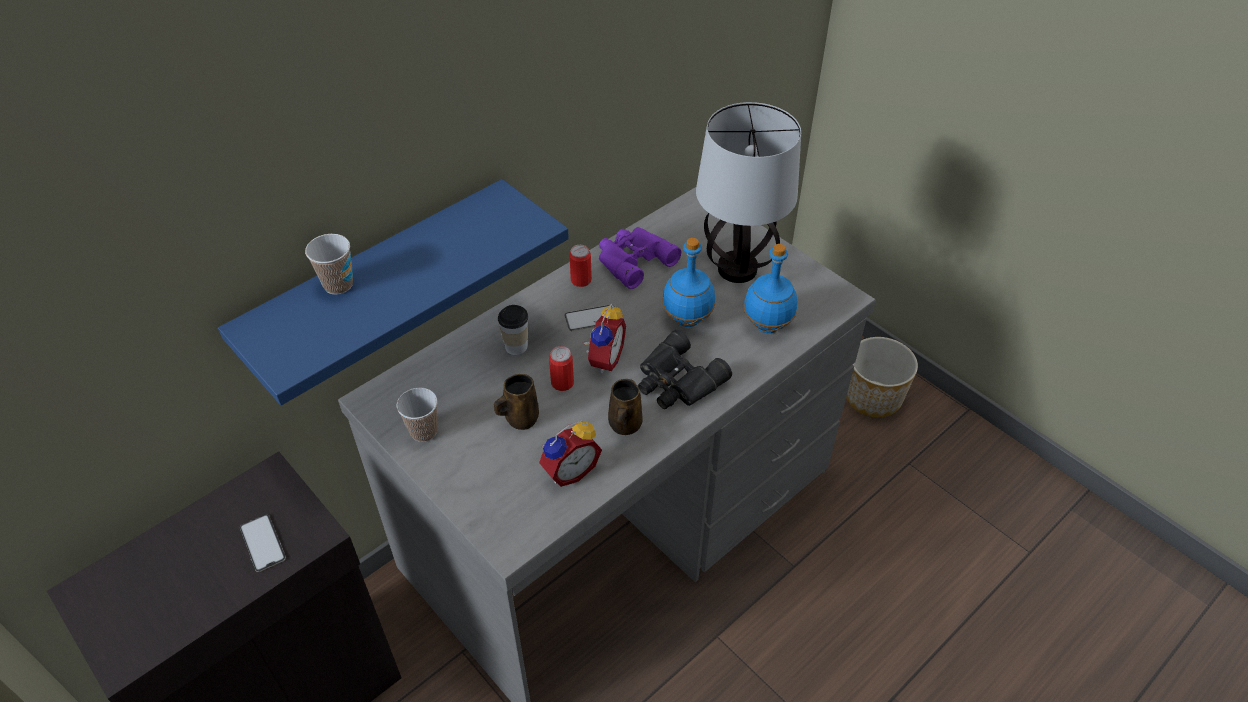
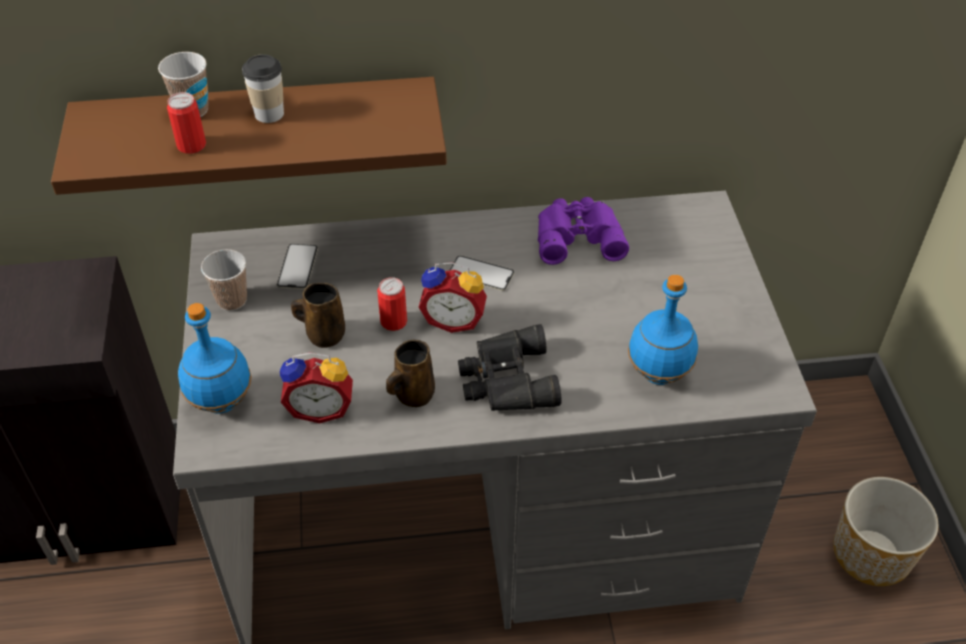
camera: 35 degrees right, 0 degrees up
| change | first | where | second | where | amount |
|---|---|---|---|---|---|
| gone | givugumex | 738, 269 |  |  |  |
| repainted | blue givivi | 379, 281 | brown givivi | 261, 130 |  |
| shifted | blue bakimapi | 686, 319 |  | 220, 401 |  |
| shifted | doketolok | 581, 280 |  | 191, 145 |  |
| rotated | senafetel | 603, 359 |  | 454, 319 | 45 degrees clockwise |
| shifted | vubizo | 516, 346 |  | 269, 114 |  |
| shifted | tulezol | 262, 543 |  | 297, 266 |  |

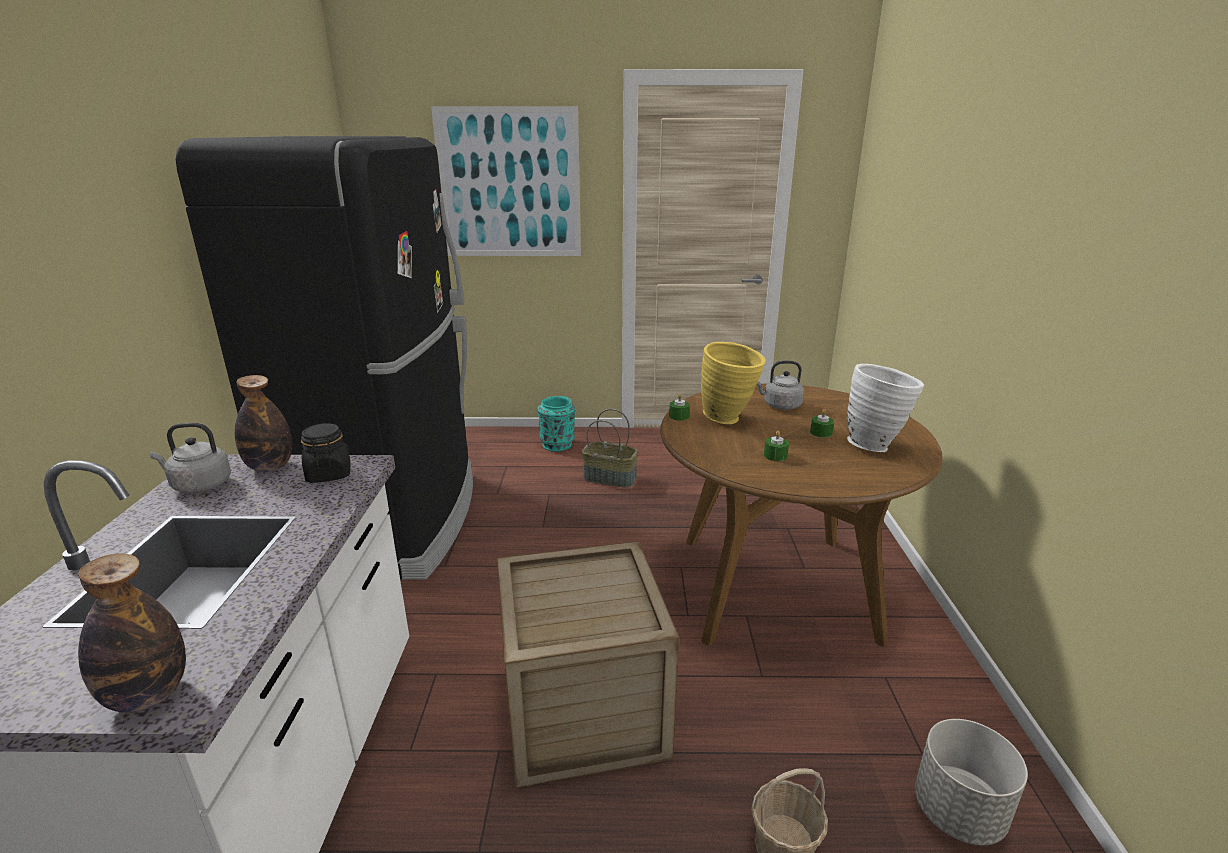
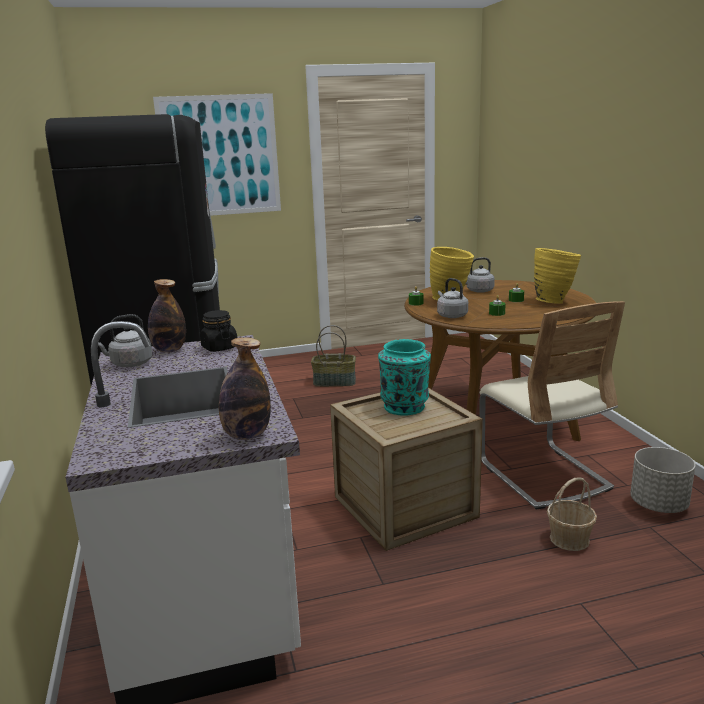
camera: 15 degrees left, 5 degrees down
| change | first | where | second | where | amount |
|---|---|---|---|---|---|
| repainted | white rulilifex | 875, 445 | yellow rulilifex | 554, 302 |  |
| shifted | turquoise rulilifex | 557, 444 |  | 404, 406 |  |
| new |  |  | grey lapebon | 451, 315 |  |
| new |  |  | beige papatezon | 542, 475 |  |

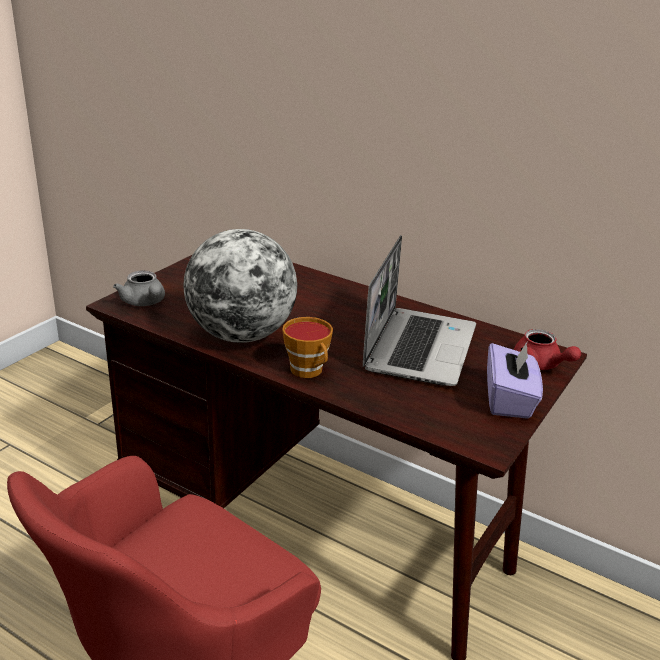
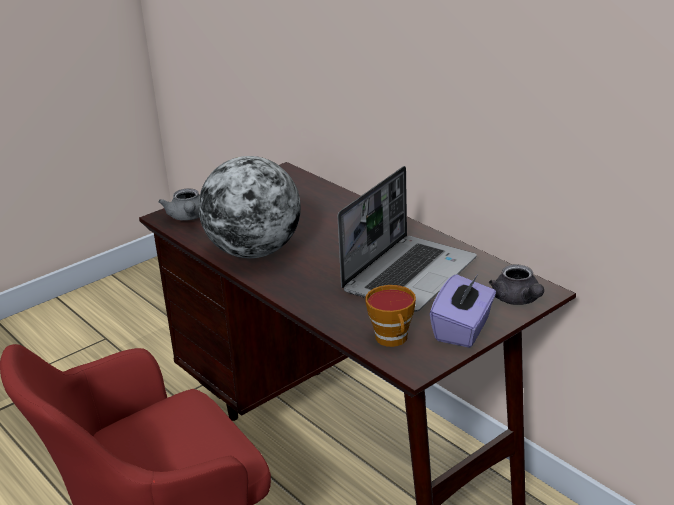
camera: 20 degrees right, 0 degrees up
| change | first | where | second | where | amount |
|---|---|---|---|---|---|
| shifted | vubizo | 309, 371 |  | 393, 339 |  |
| repainted | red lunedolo | 540, 365 | grey lunedolo | 518, 300 |  |

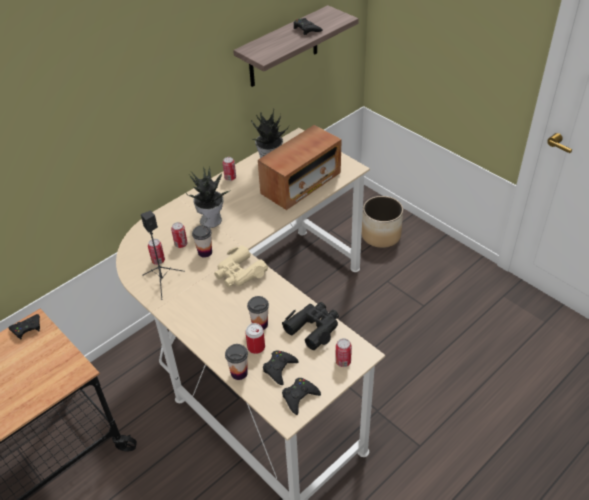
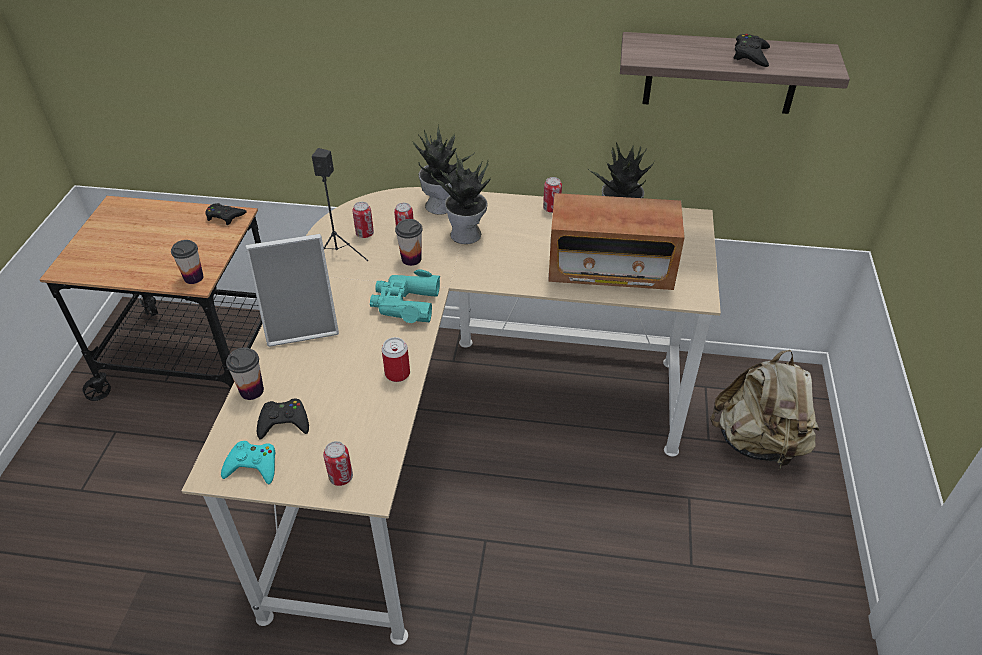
camera: 50 degrees right, 0 degrees up
| change | first | where | second | where | amount |
|---|---|---|---|---|---|
| swapped | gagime | 381, 235 | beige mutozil | 758, 442 |  |
| repainted | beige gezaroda | 239, 273 | turquoise gezaroda | 405, 303 |  |
| shifted | vubizo | 260, 324 |  | 193, 277 |  |
| gone | black gezaroda | 313, 327 |  |  |  |
| shifted | doketolok | 256, 347 |  | 397, 373 |  |
| repainted | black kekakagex | 299, 397 | turquoise kekakagex | 253, 466 |  |
| new |  |  | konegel | 441, 205 |  |
| new |  |  | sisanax | 302, 324 |  |

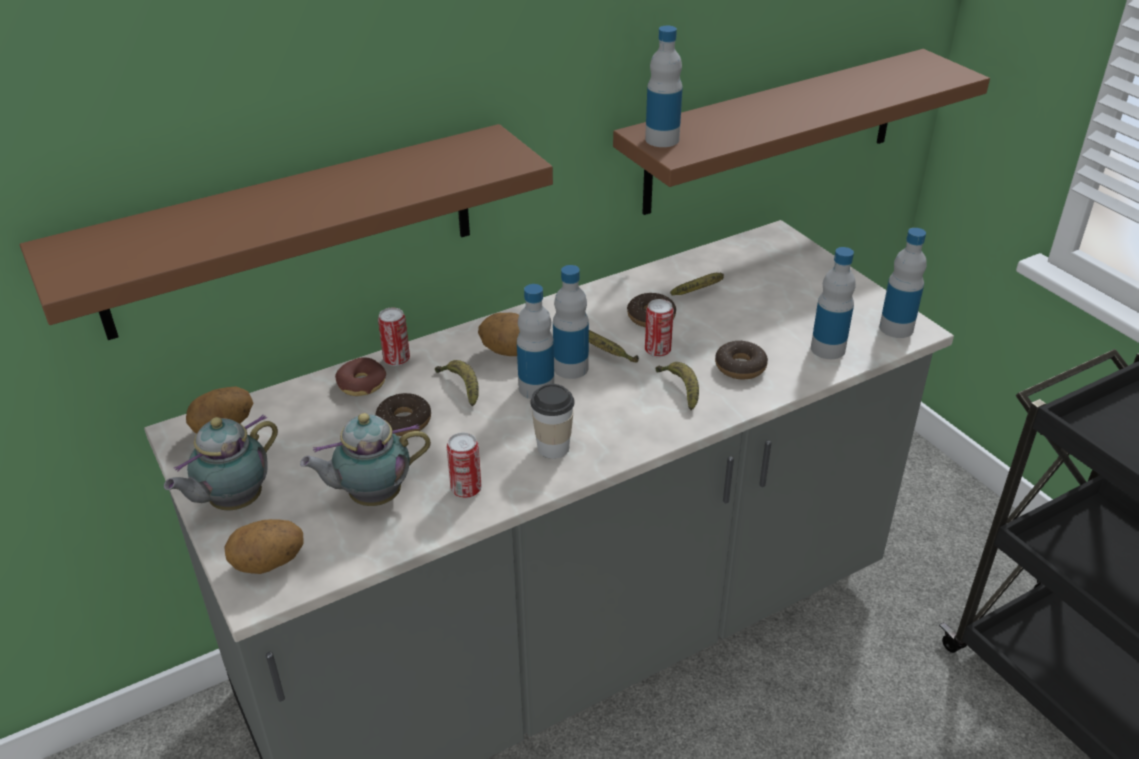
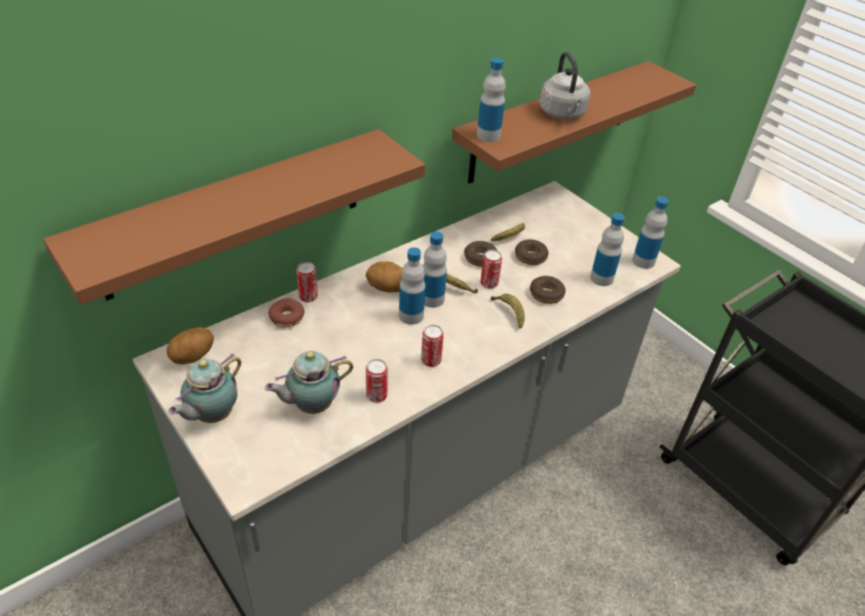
camera: 10 degrees left, 5 degrees up
| change | first | where | second | where | amount |
|---|---|---|---|---|---|
| gone | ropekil | 461, 387 |  |  |  |
| swapped | vubizo | 553, 447 | doketolok | 431, 361 |  |
| shifted | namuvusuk | 404, 421 |  | 530, 256 |  |
| gone | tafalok | 268, 565 |  |  |  |
| new |  |  | grey lapebon | 563, 114 |  |

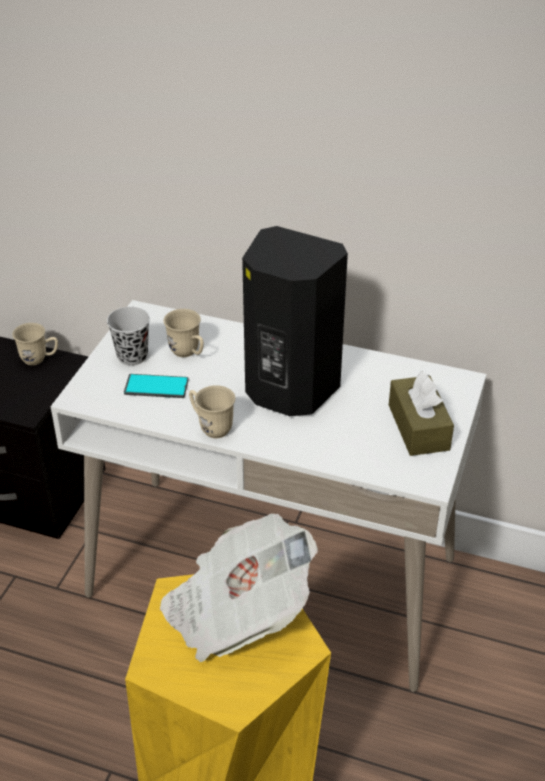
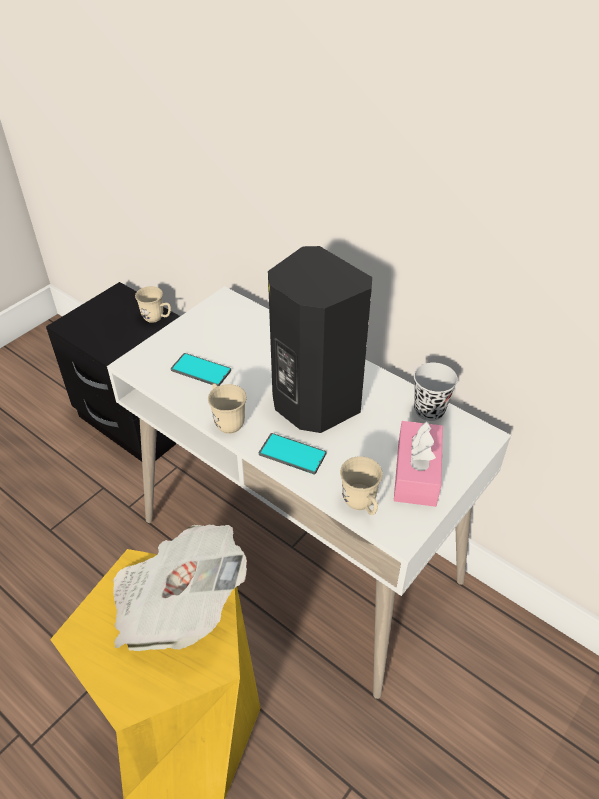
camera: 20 degrees right, 5 degrees up
| change | first | where | second | where | amount |
|---|---|---|---|---|---|
| shifted | black vubizo | 132, 356 |  | 429, 410 |  |
| shifted | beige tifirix | 188, 353 |  | 361, 505 |  |
| repainted | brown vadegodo | 418, 427 | pink vadegodo | 416, 473 |  |
| new |  |  | tulezol | 292, 454 |  |

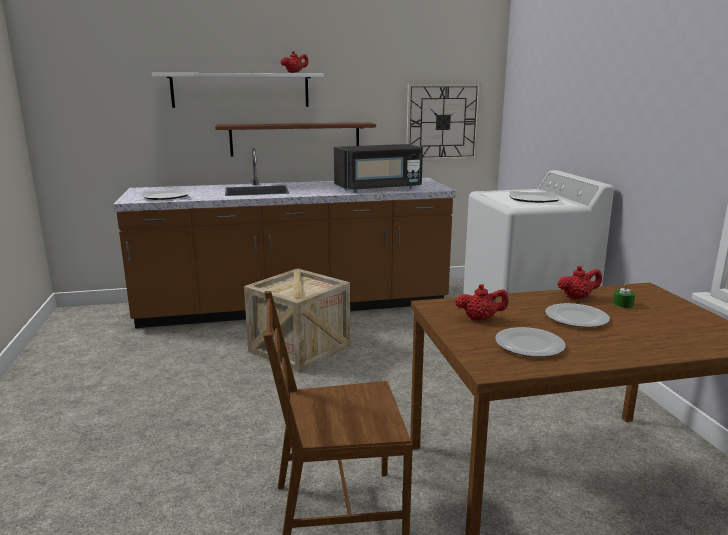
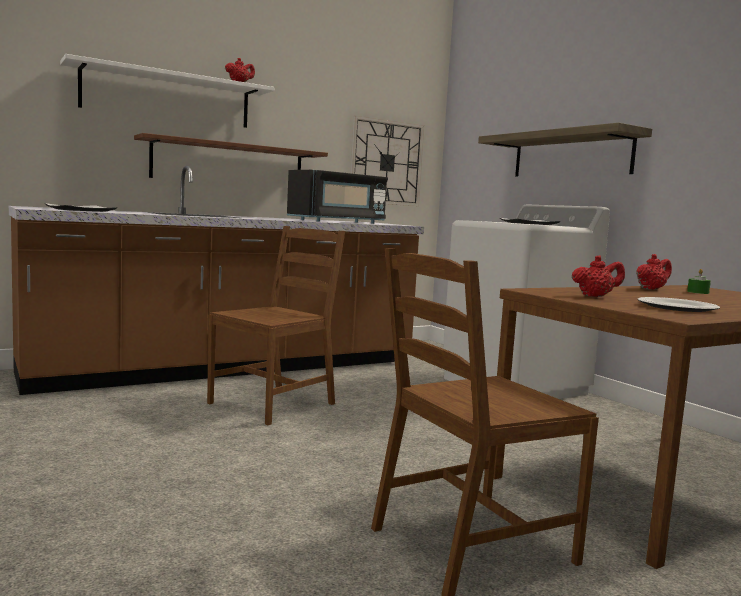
camera: 20 degrees left, 10 degrees down
| change | first | where | second | where | amount |
|---|---|---|---|---|---|
| swapped | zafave | 299, 349 | brown papatezon | 273, 403 |  |
| gone | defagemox | 577, 318 |  |  |  |
| new |  |  | givivi | 570, 155 |  |

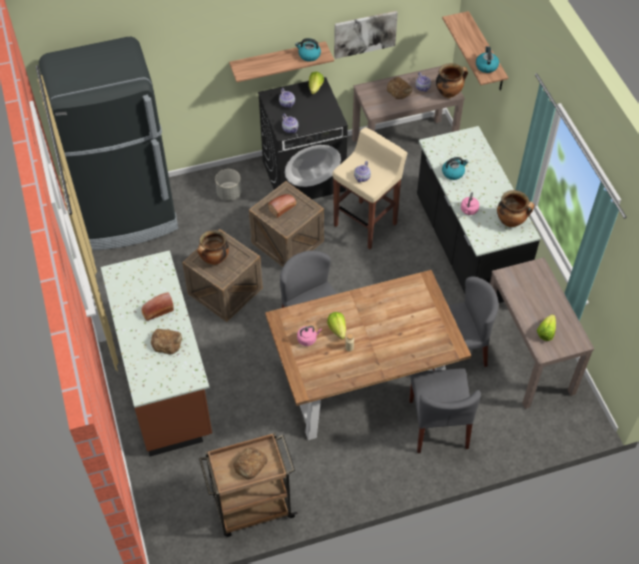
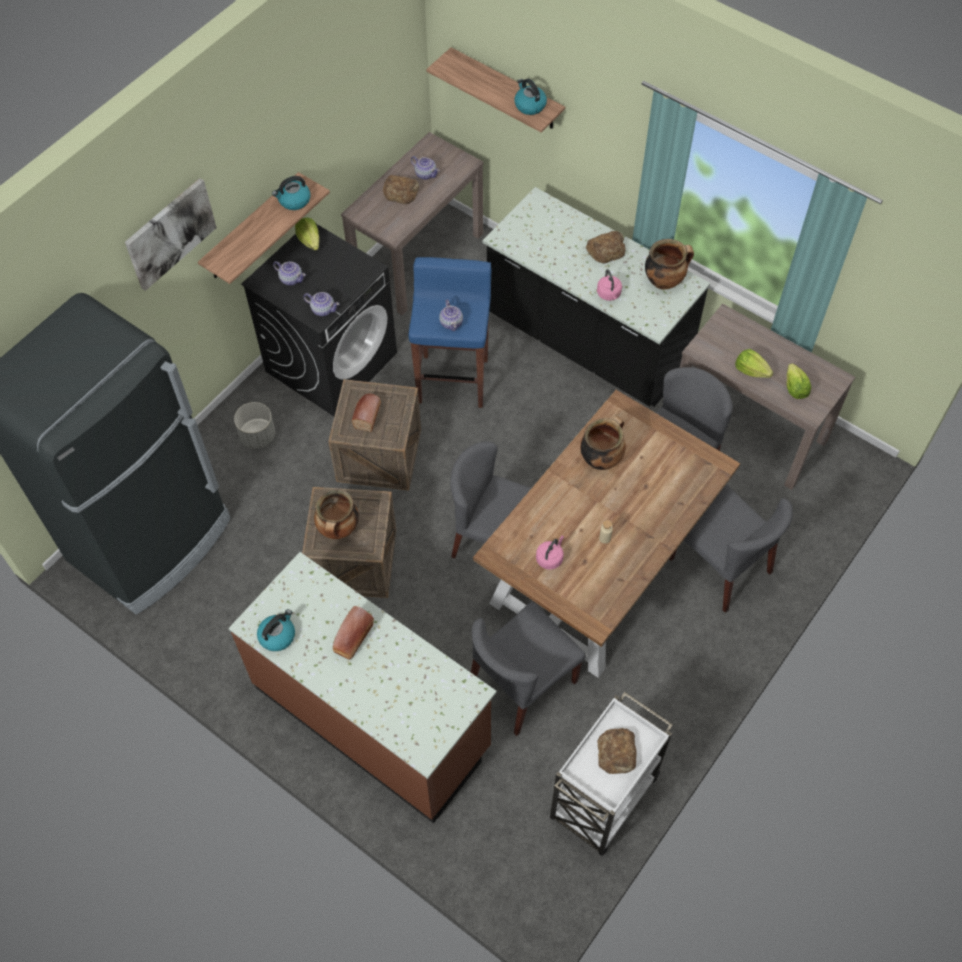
camera: 35 degrees left, 5 degrees up
| change | first | where | second | where | amount |
|---|---|---|---|---|---|
| shifted | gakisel | 365, 33 |  | 170, 233 |  |
| shifted | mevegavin | 449, 92 |  | 601, 458 |  |
| repainted | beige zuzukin | 366, 224 | blue zuzukin | 453, 379 |  |
| shifted | lapebon | 453, 172 |  | 277, 635 |  |
| shifted | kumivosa | 337, 329 |  | 751, 371 |  |
| shifted | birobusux | 167, 342 |  | 606, 249 |  |
| repainted | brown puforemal | 252, 508 | white puforemal | 602, 800 |  |
| new |  |  | grey papatezon | 522, 684 |  |

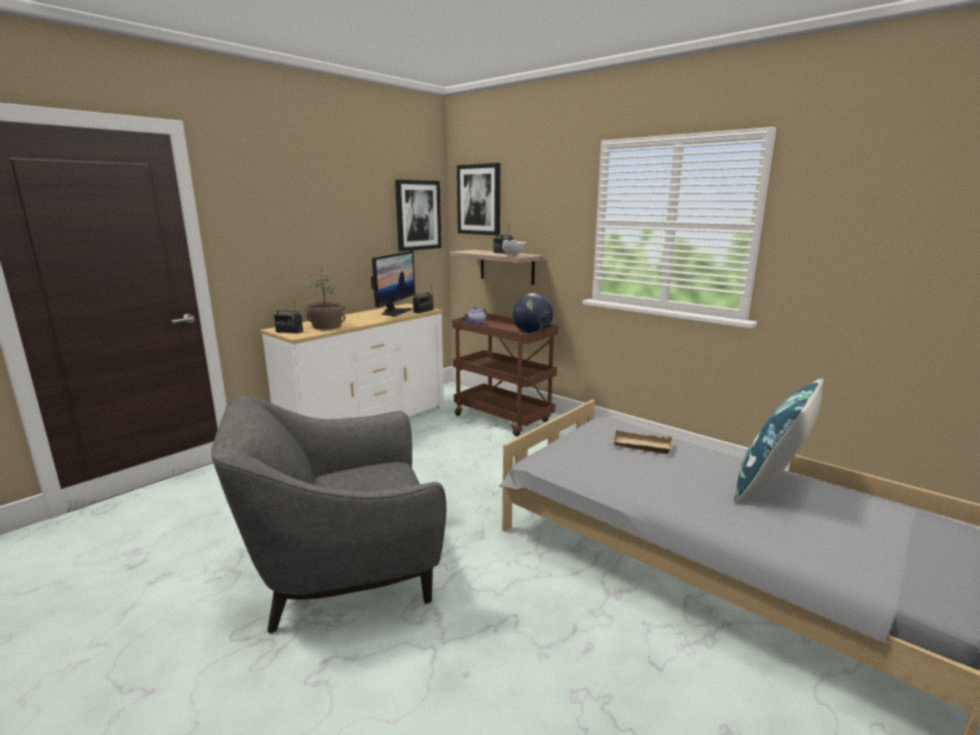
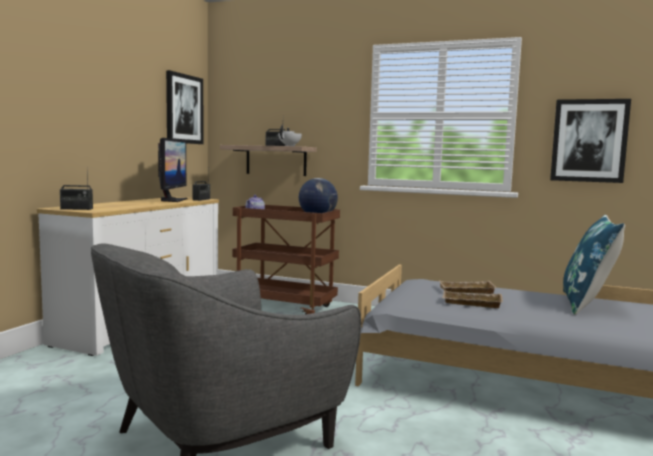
camera: 20 degrees left, 10 degrees down
| change | first | where | second | where | amount |
|---|---|---|---|---|---|
| shifted | gakisel | 479, 199 |  | 589, 140 |  |
| gone | konegel | 327, 326 |  |  |  |
| new |  |  | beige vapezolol | 471, 304 |  |

